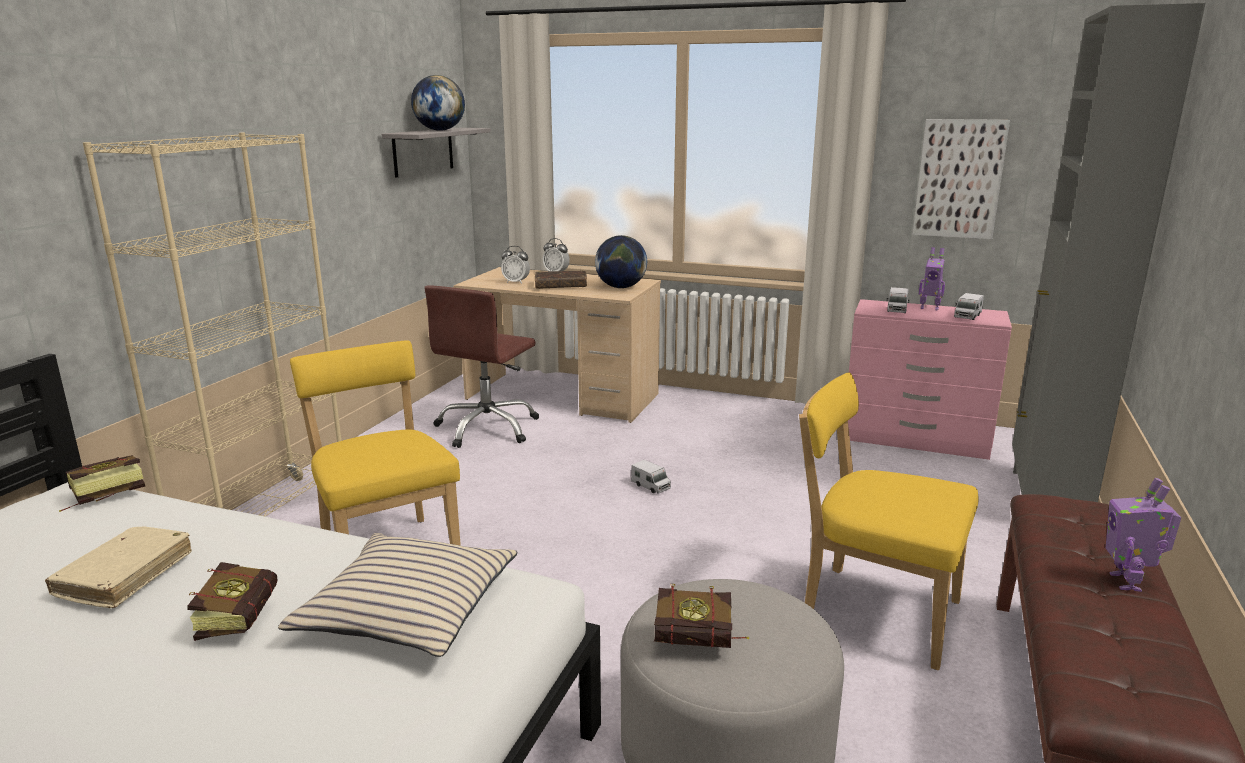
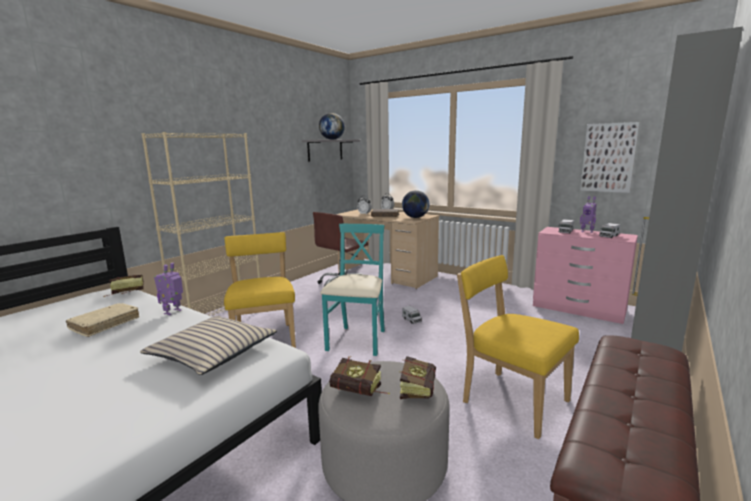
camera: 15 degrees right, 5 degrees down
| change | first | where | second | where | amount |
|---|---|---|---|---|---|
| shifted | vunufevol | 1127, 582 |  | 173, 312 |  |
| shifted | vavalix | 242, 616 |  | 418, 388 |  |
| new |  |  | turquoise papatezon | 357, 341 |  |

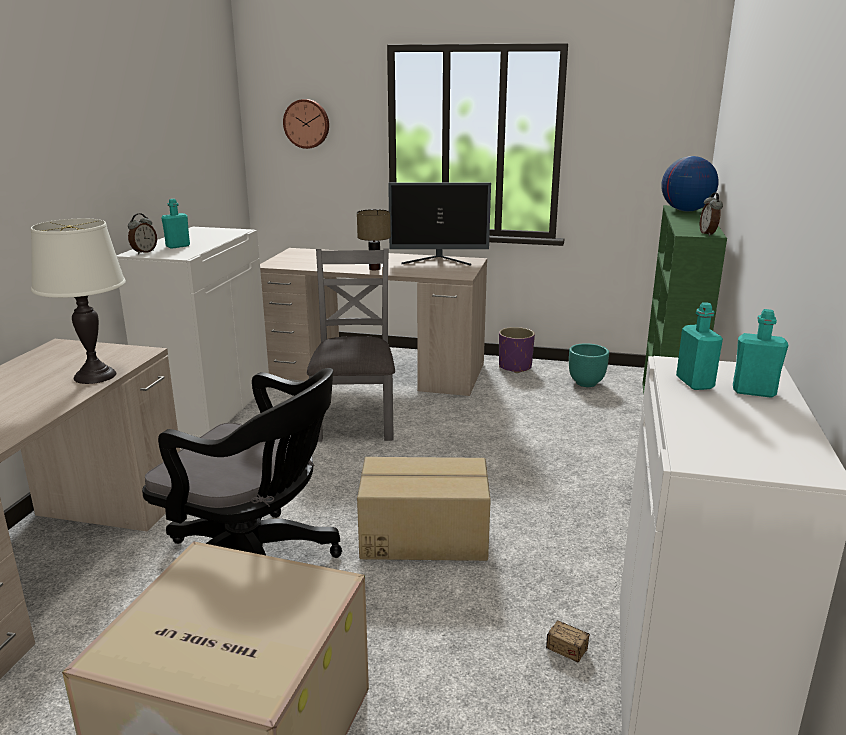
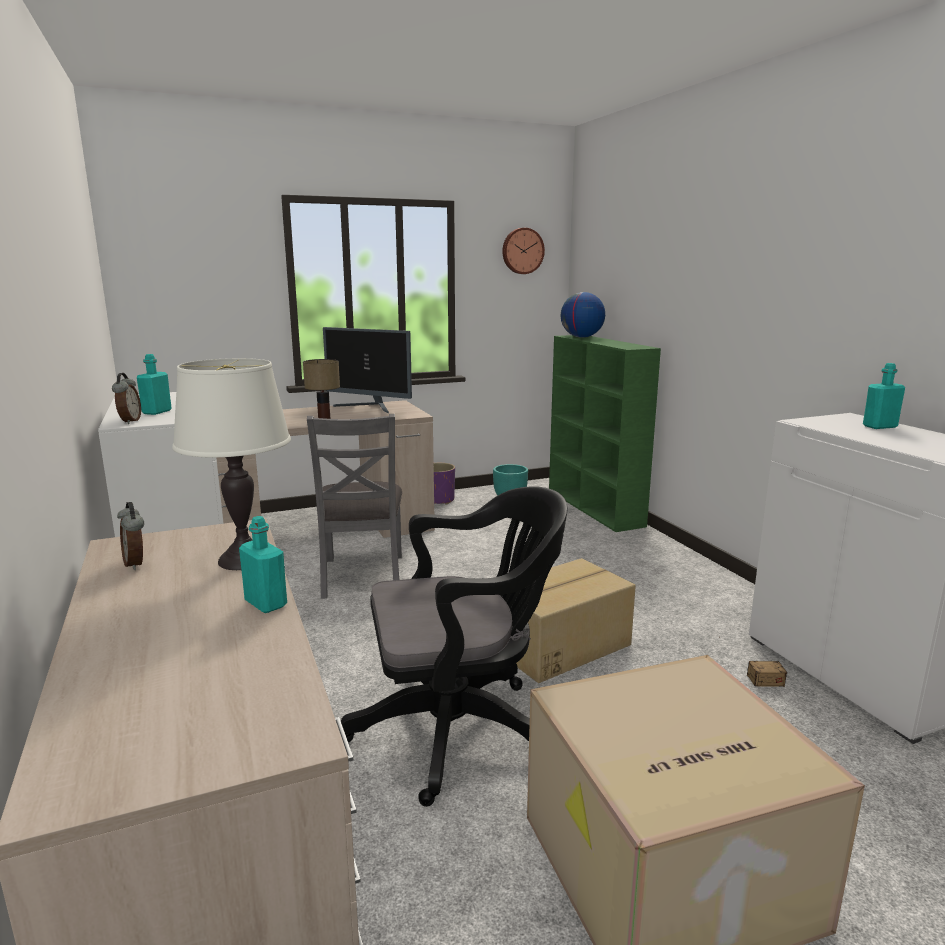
camera: 35 degrees left, 5 degrees down
| change | first | where | second | where | amount |
|---|---|---|---|---|---|
| shifted | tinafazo | 307, 123 |  | 522, 251 |  |
| rotated | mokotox | 438, 261 |  | 370, 407 | 60 degrees clockwise |
| shifted | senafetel | 708, 234 |  | 136, 564 |  |
| rotated | grey papatezon | 355, 420 |  | 362, 575 | 150 degrees counterclockwise |
| shifted | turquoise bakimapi | 694, 383 |  | 266, 603 |  |

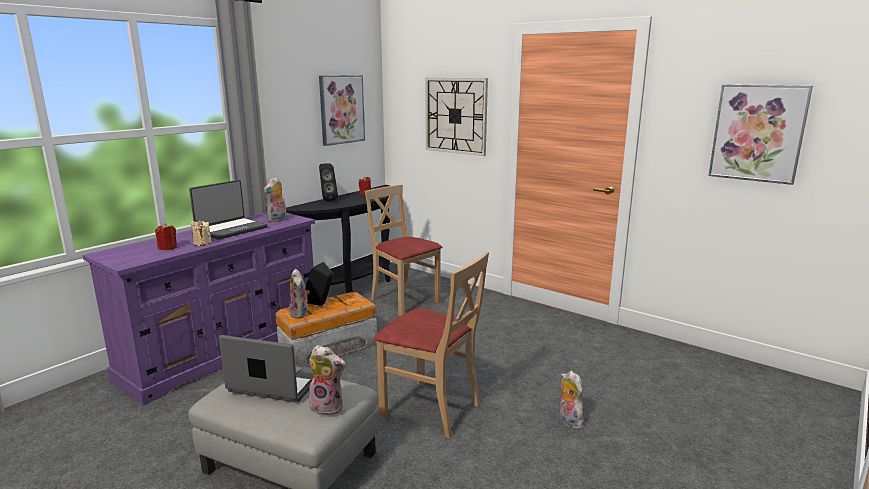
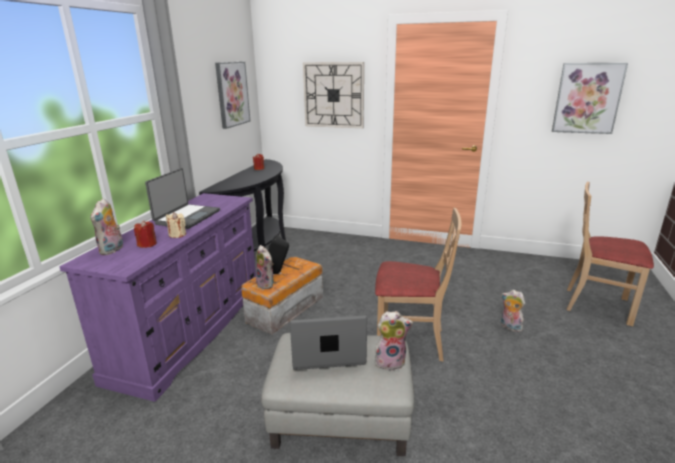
camera: 20 degrees left, 5 degrees up
| change | first | where | second | where | amount |
|---|---|---|---|---|---|
| gone | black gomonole | 327, 200 |  |  |  |
| shifted | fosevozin | 277, 220 |  | 112, 250 |  |
| shifted | beige papatezon | 404, 301 |  | 597, 305 |  |

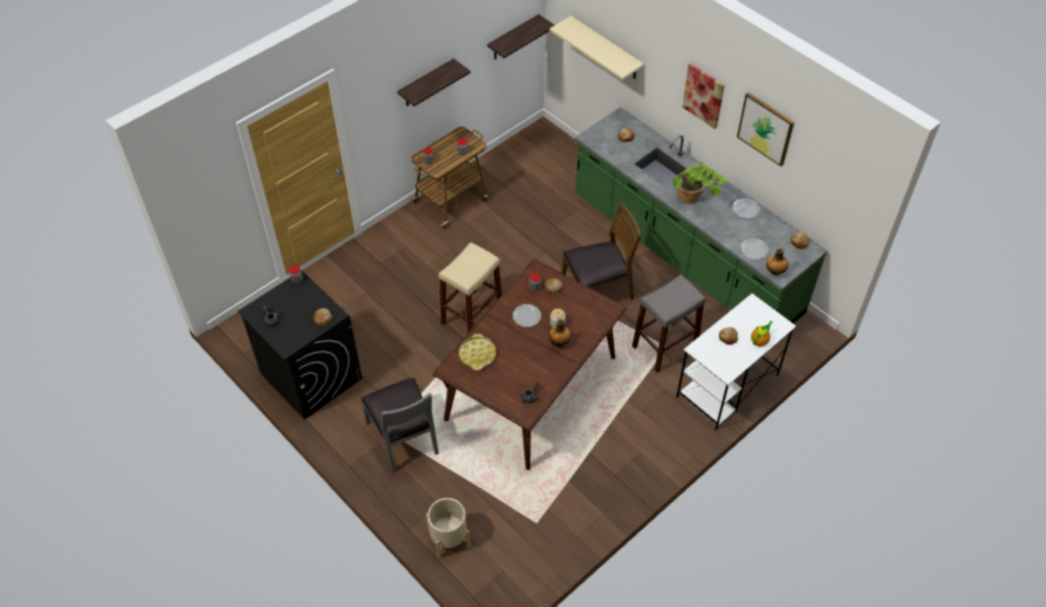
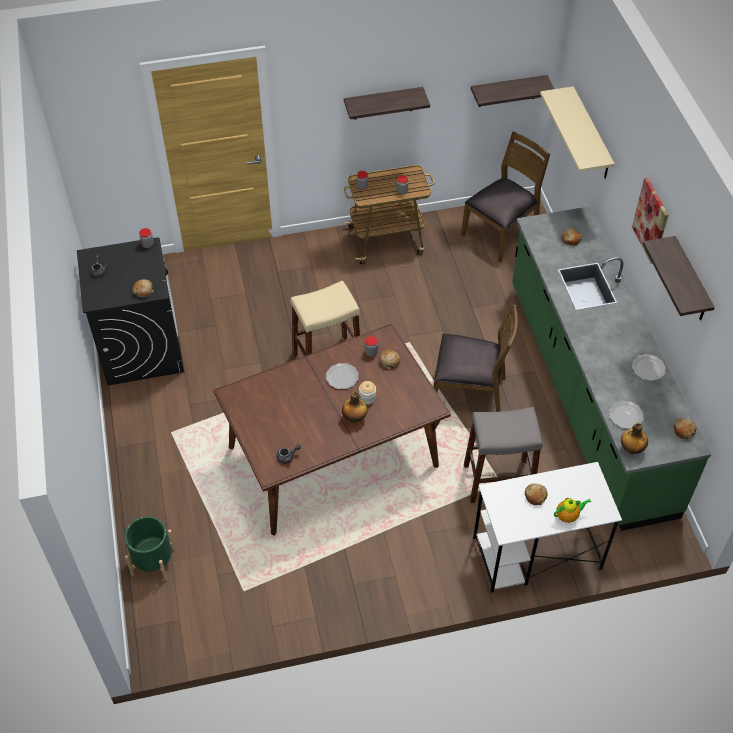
camera: 30 degrees right, 0 degrees up
| change | first | where | second | where | amount |
|---|---|---|---|---|---|
| swapped | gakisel | 765, 128 | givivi | 690, 282 |  |
| gone | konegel | 693, 204 |  |  |  |
| gone | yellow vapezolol | 477, 354 |  |  |  |
| gone | grey papatezon | 403, 438 |  |  |  |
| repainted | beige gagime | 449, 538 | green gagime | 153, 561 |  |
| new |  |  | brown papatezon | 501, 232 |  |

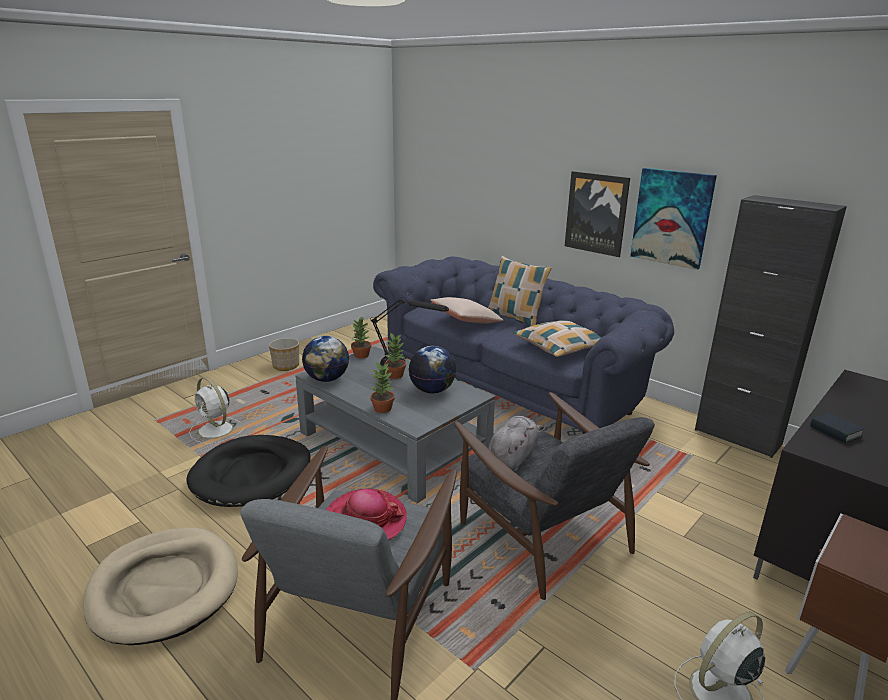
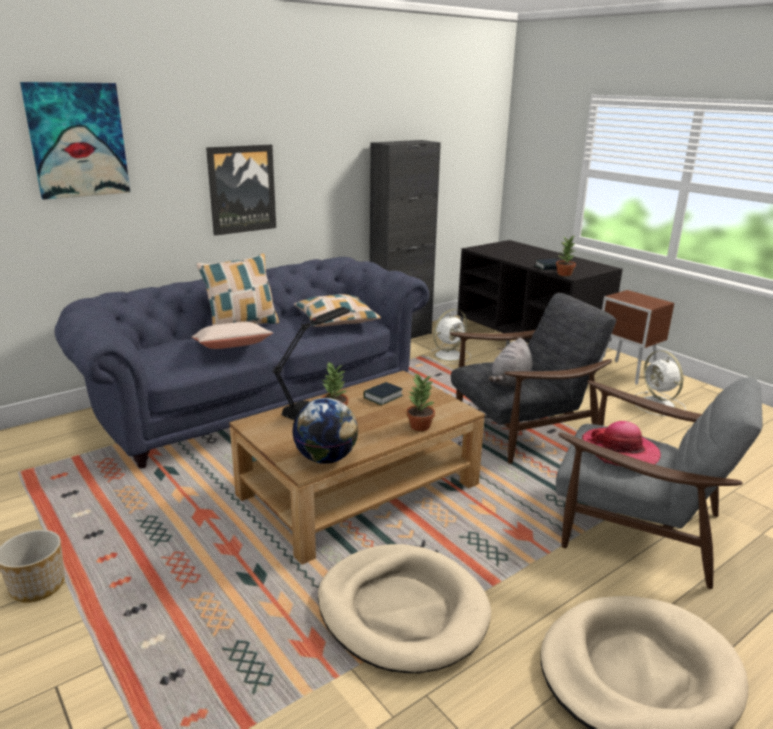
camera: 80 degrees left, 0 degrees up
| change | first | where | second | where | amount |
|---|---|---|---|---|---|
| shifted | gakisel | 671, 217 |  | 77, 140 |  |
| shifted | konegel | 361, 355 |  | 564, 274 |  |
| repainted | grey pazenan | 394, 444 | brown pazenan | 360, 489 |  |
| swapped | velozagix | 432, 390 | vavalix | 383, 397 |  |
| shifted | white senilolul | 216, 430 |  | 450, 355 |  |
| rotated | grey fosevozin | 513, 458 |  | 510, 381 | 105 degrees counterclockwise |
| repainted | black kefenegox | 252, 475 | beige kefenegox | 402, 611 |  |

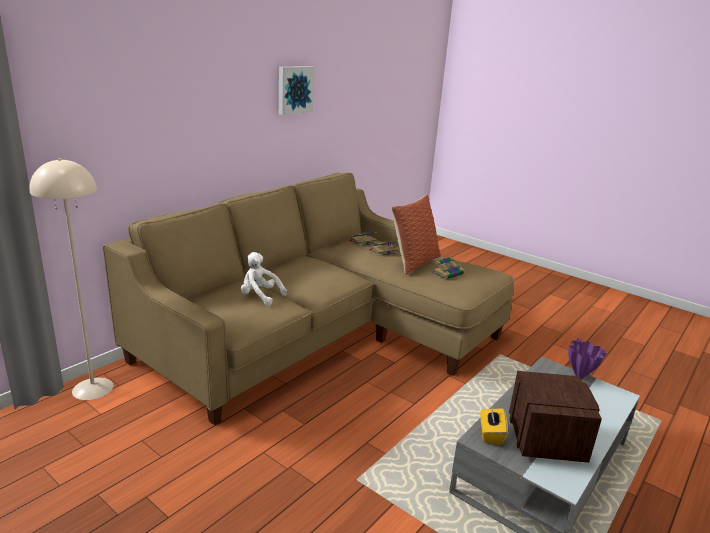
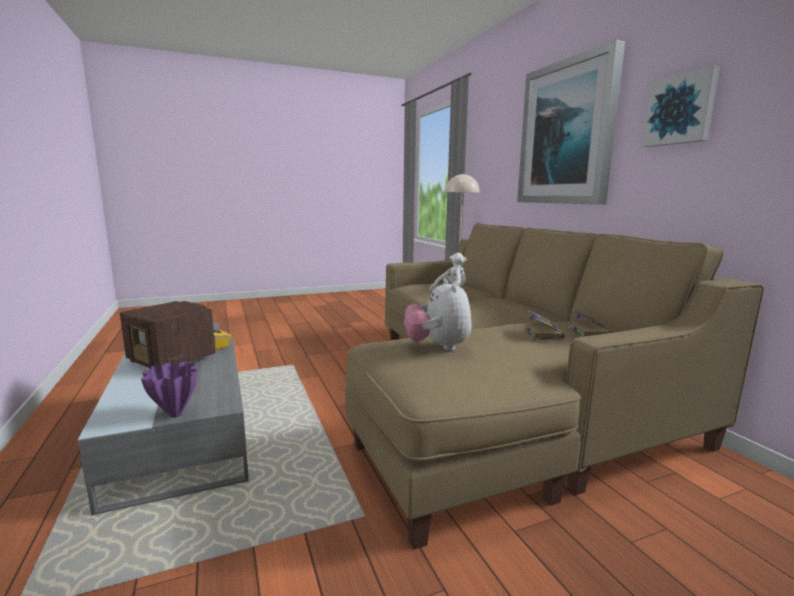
camera: 120 degrees right, 10 degrees down
| change | first | where | second | where | amount |
|---|---|---|---|---|---|
| gone | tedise | 414, 262 |  |  |  |
| swapped | vavalix | 448, 273 | fosevozin | 438, 347 |  |
| new |  |  | gakisel | 567, 134 |  |

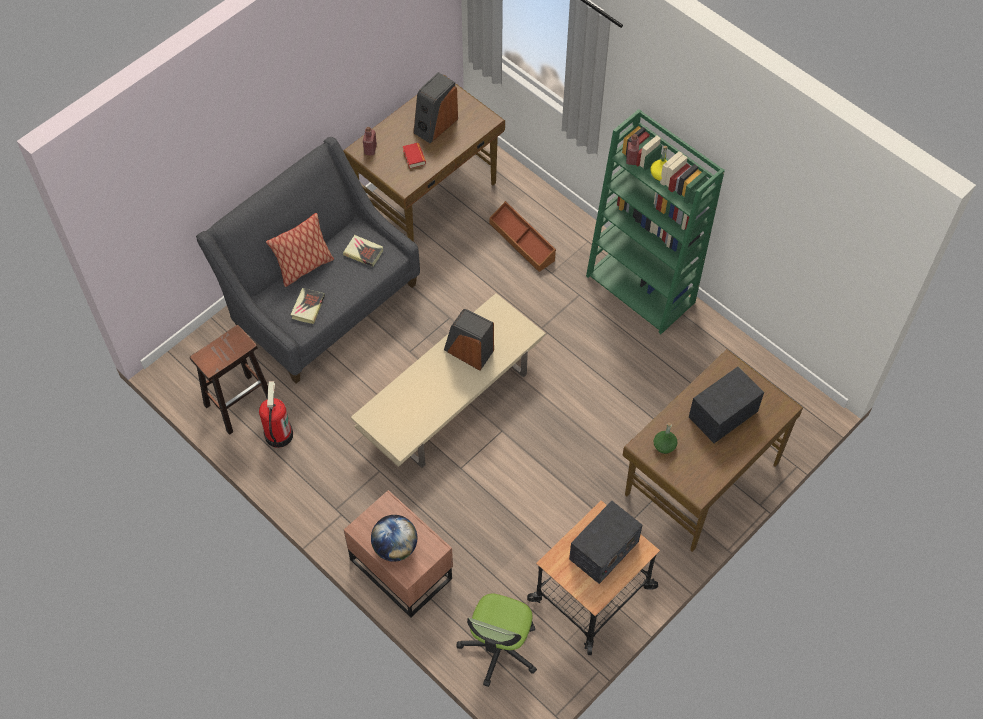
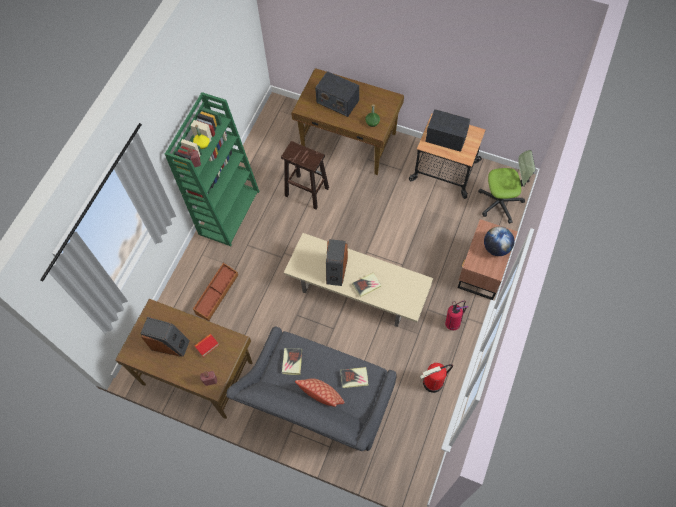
camera: 110 degrees left, 5 degrees up
| change | first | where | second | where | amount |
|---|---|---|---|---|---|
| shifted | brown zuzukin | 240, 403 |  | 306, 191 |  |
| new |  |  | vavalix | 366, 285 |  |
| new |  |  | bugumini | 452, 323 |  |

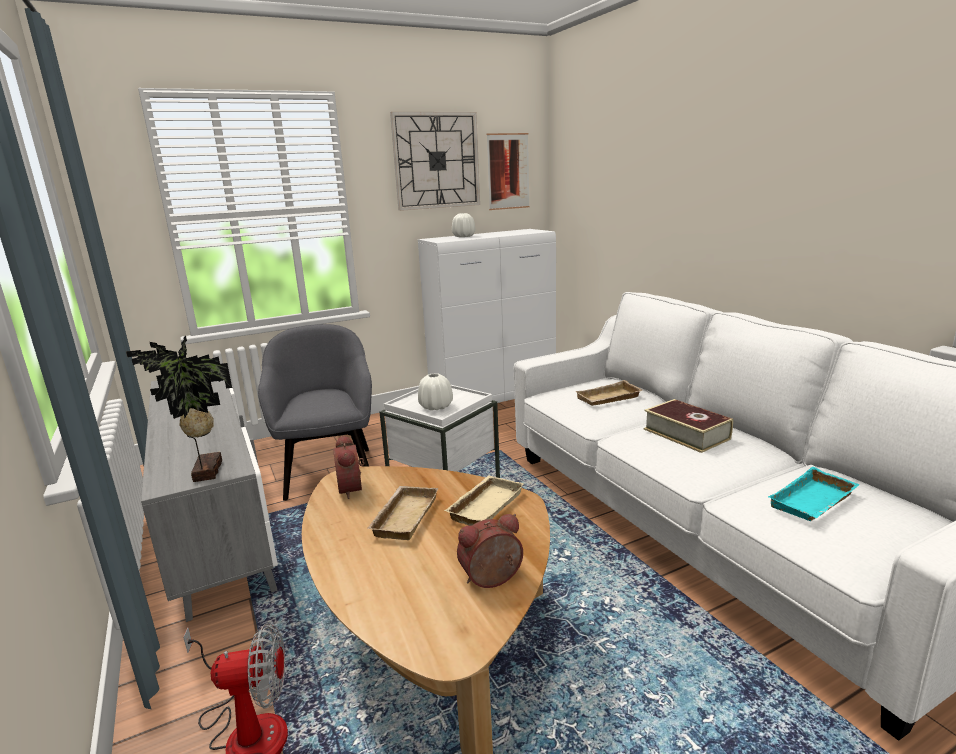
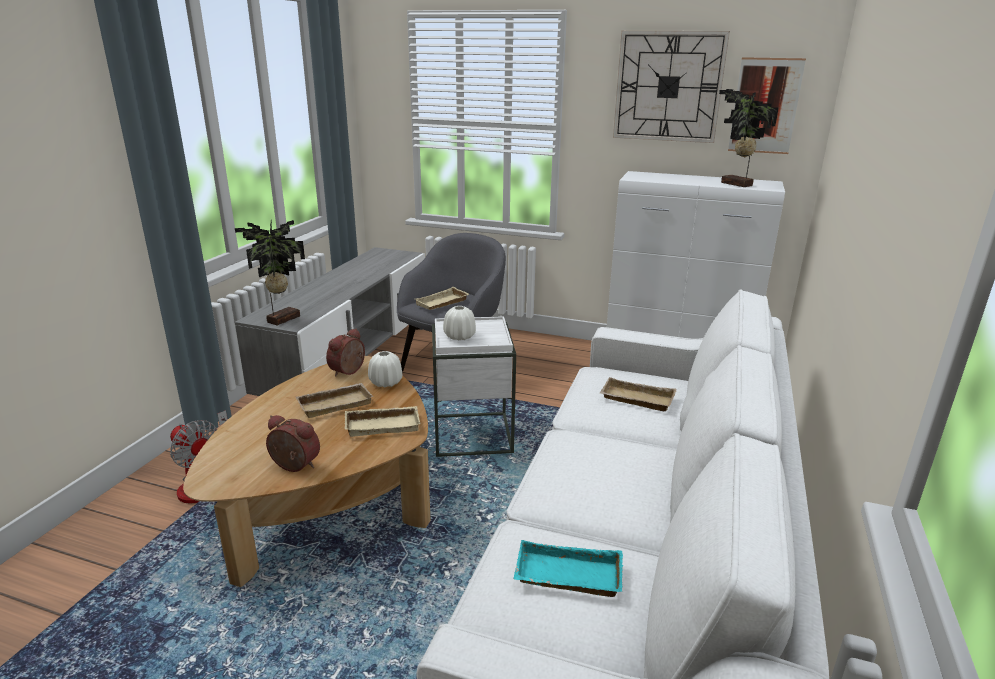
camera: 45 degrees right, 5 degrees up
| change | first | where | second | where | amount |
|---|---|---|---|---|---|
| shifted | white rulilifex | 463, 236 |  | 385, 383 |  |
| gone | vavalix | 686, 434 |  |  |  |
| new |  |  | konegel | 735, 184 |  |
| new |  |  | beige vapezolol | 442, 303 |  |

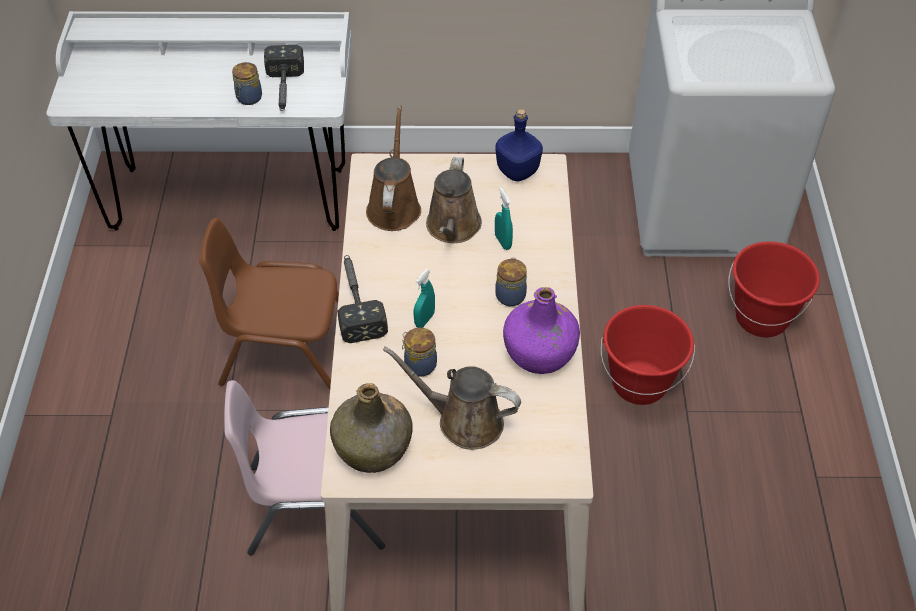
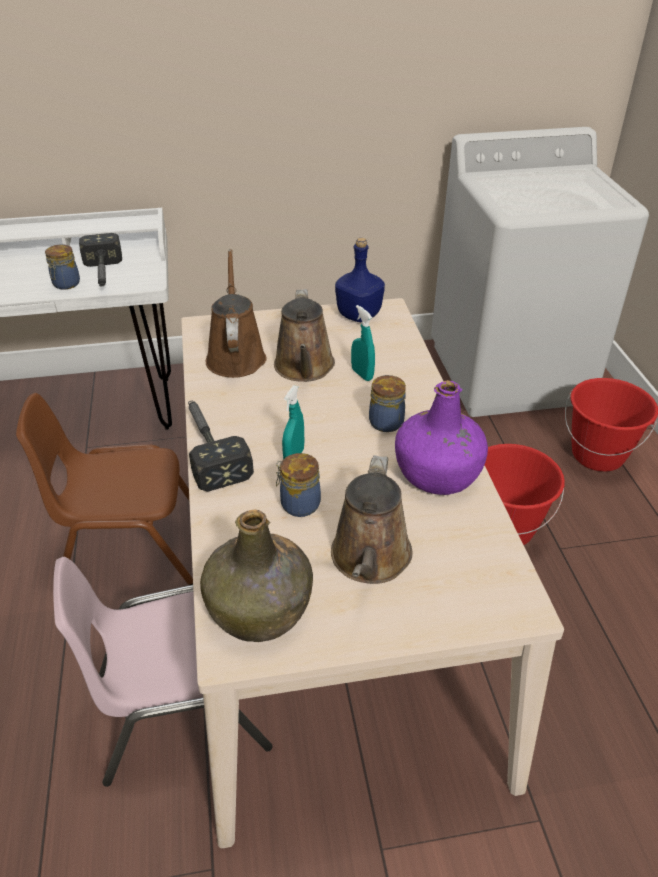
camera: 10 degrees left, 10 degrees down
| change | first | where | second | where | amount |
|---|---|---|---|---|---|
| rotated | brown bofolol | 464, 420 |  | 370, 559 | 90 degrees counterclockwise |

